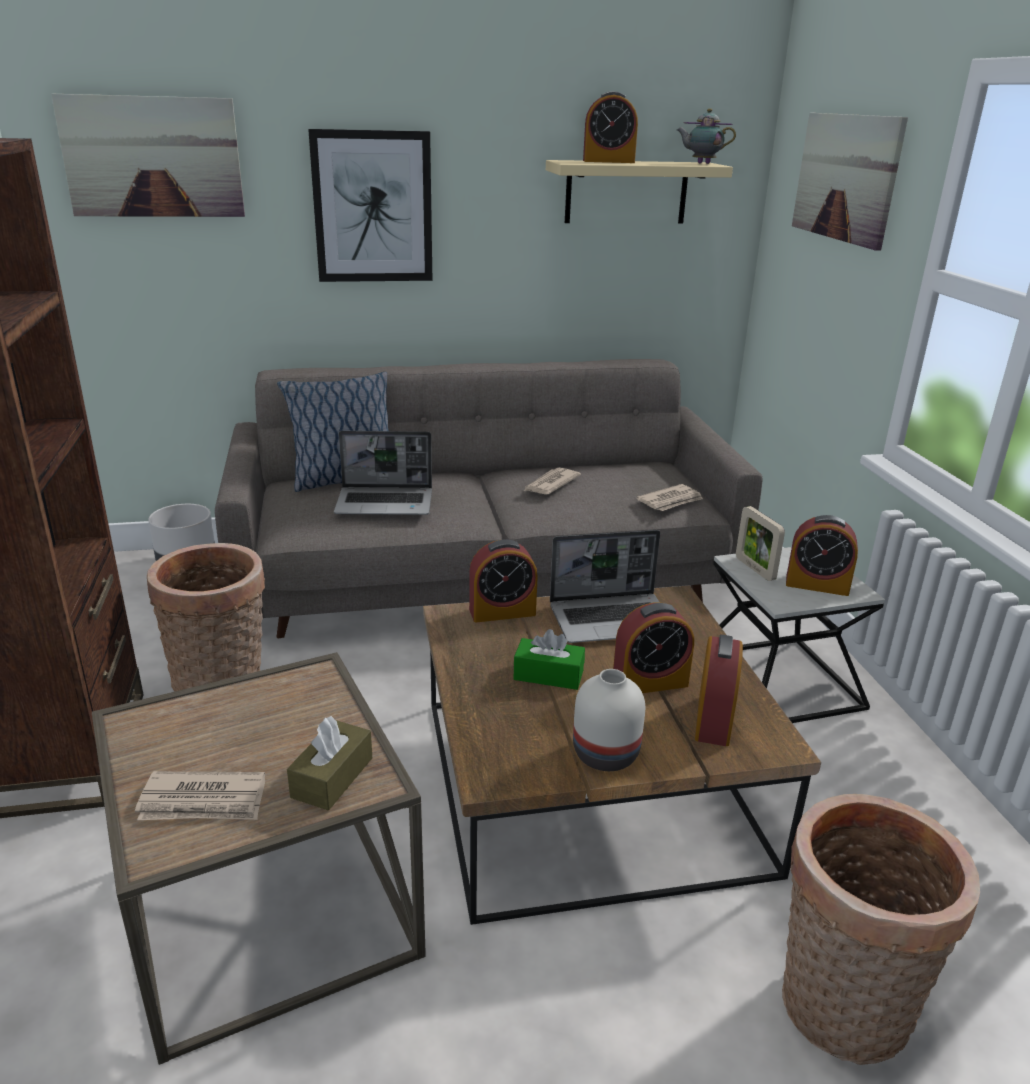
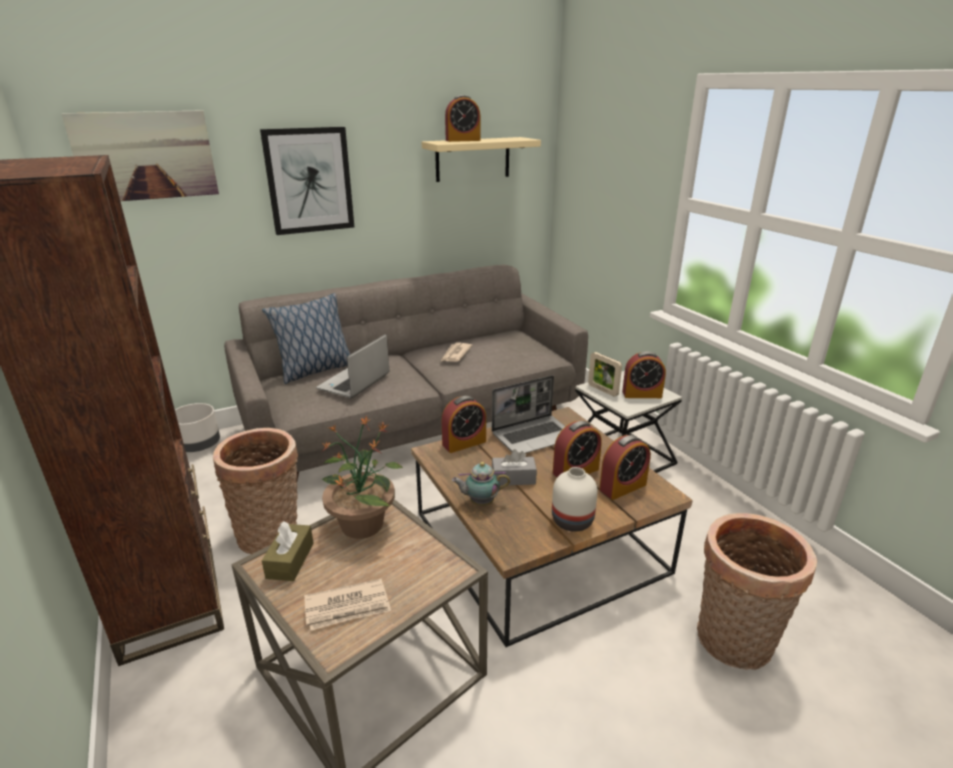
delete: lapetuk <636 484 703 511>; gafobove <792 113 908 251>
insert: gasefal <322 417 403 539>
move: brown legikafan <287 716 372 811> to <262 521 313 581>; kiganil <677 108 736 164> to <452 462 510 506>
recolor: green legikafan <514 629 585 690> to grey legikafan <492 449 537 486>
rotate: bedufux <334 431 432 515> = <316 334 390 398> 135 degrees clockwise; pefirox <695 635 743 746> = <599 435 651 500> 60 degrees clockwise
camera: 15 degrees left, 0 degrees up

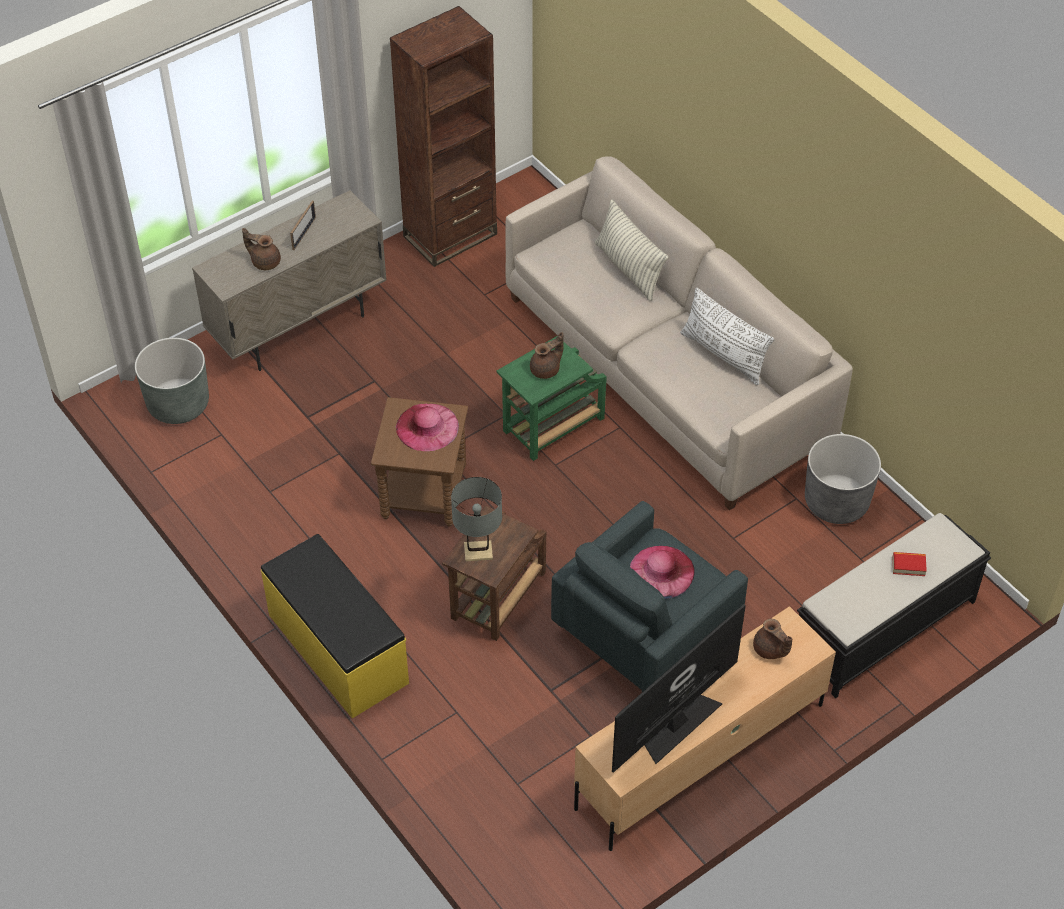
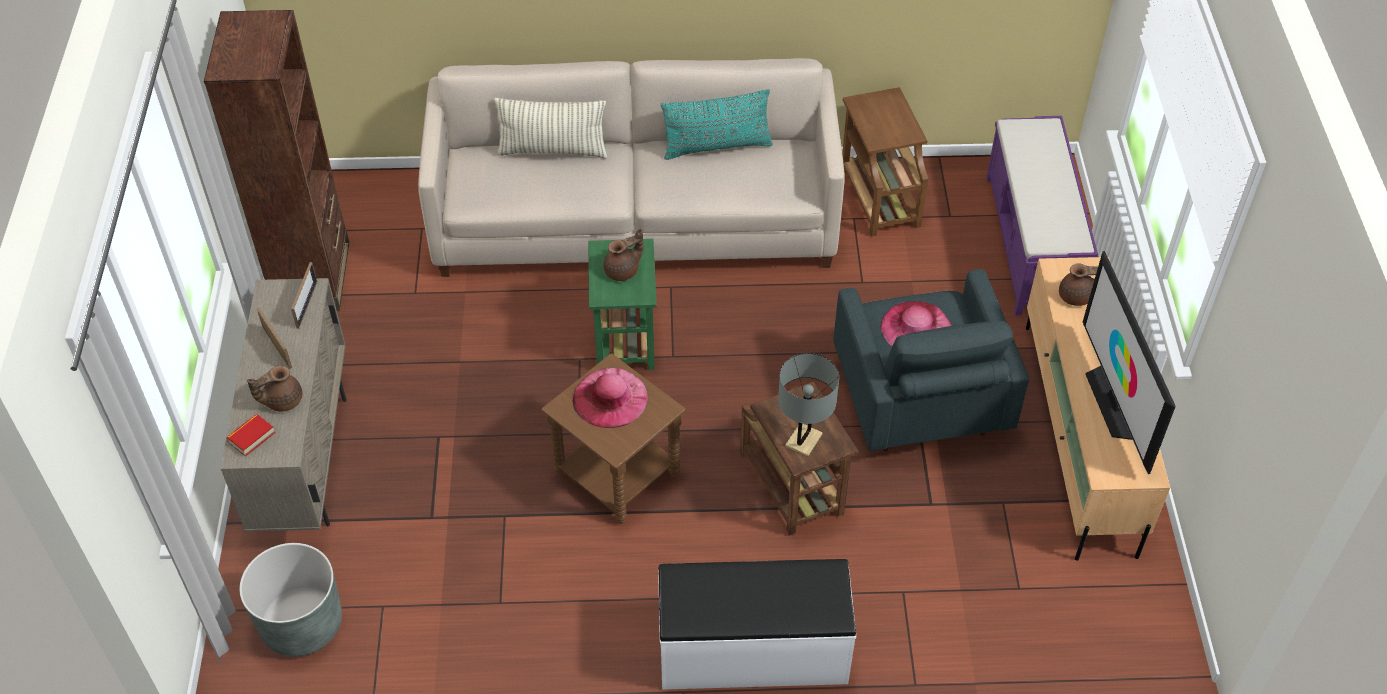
insert: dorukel <291 262 317 329>
move: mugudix <893 552 927 576> to <226 414 275 456>
replace: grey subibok <805 434 881 524> to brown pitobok <842 87 929 237>
recolor: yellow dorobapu <261 534 409 718> to white dorobapu <658 559 856 690>; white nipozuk <680 288 775 385> to turquoise nipozuk <661 89 773 160>; black dorobapu <797 513 991 698> to purple dorobapu <986 116 1098 315>
rotate: brown kiganil <530 332 564 379> = <604 229 643 281> 60 degrees clockwise
camera: 55 degrees left, 0 degrees up

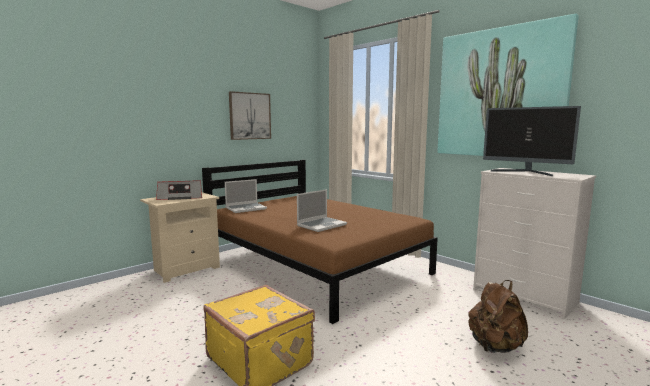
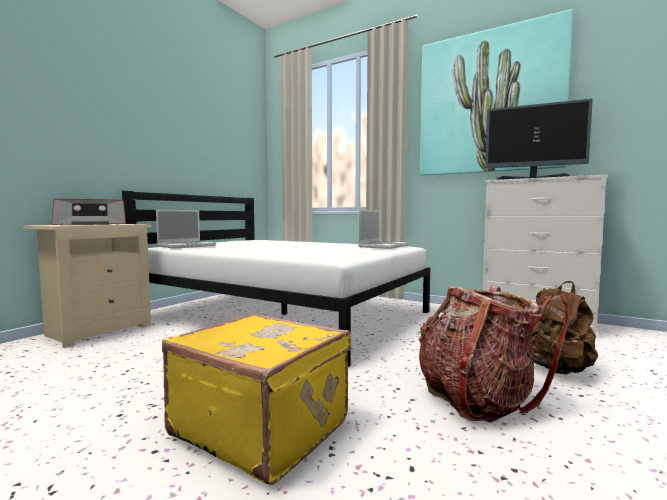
delete: gafobove <229 91 271 140>
insert: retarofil <419 285 570 422>
move: bedufux <297 189 347 232> to <358 210 408 249>
recolor: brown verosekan <202 160 438 324> to white verosekan <122 191 430 367>
camera: 15 degrees left, 5 degrees down

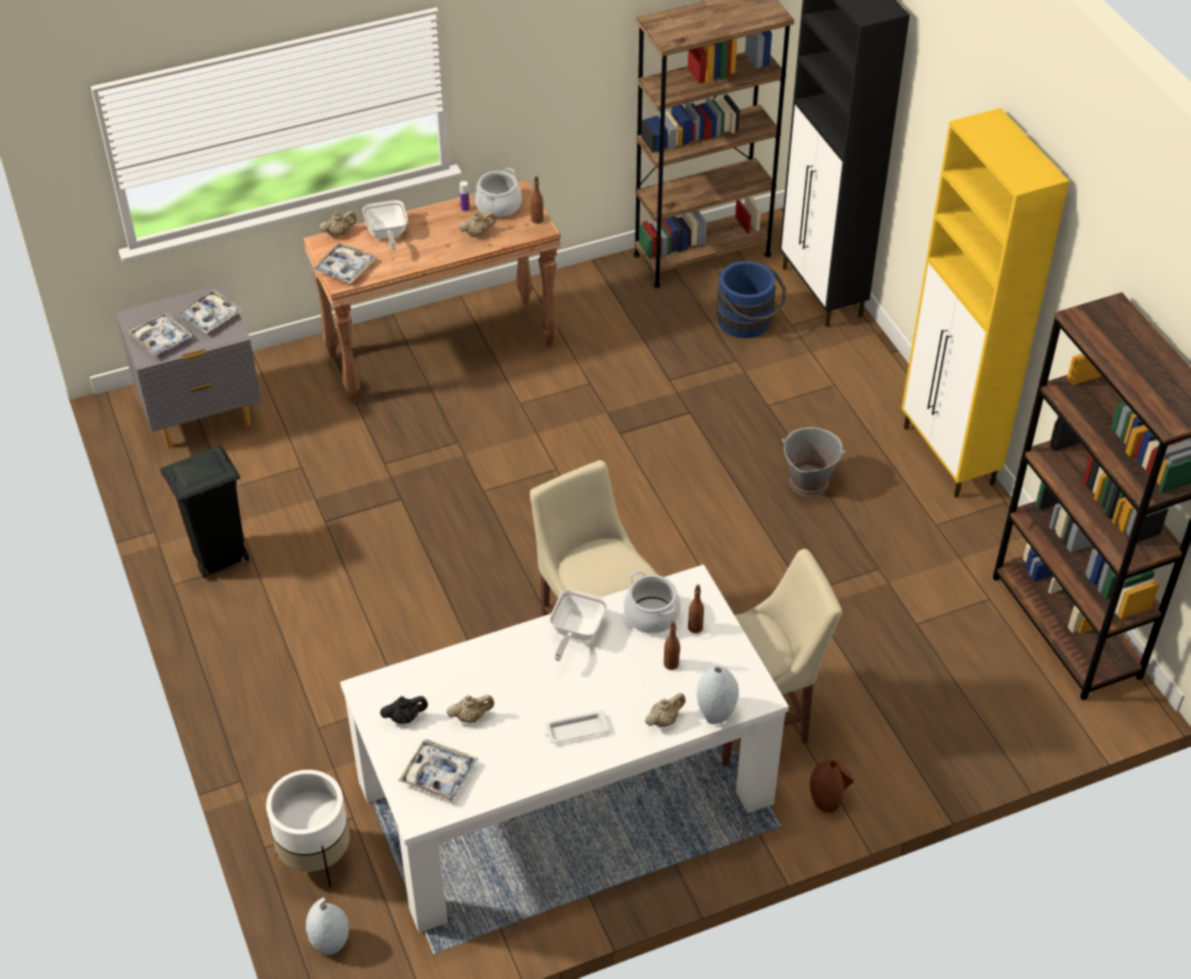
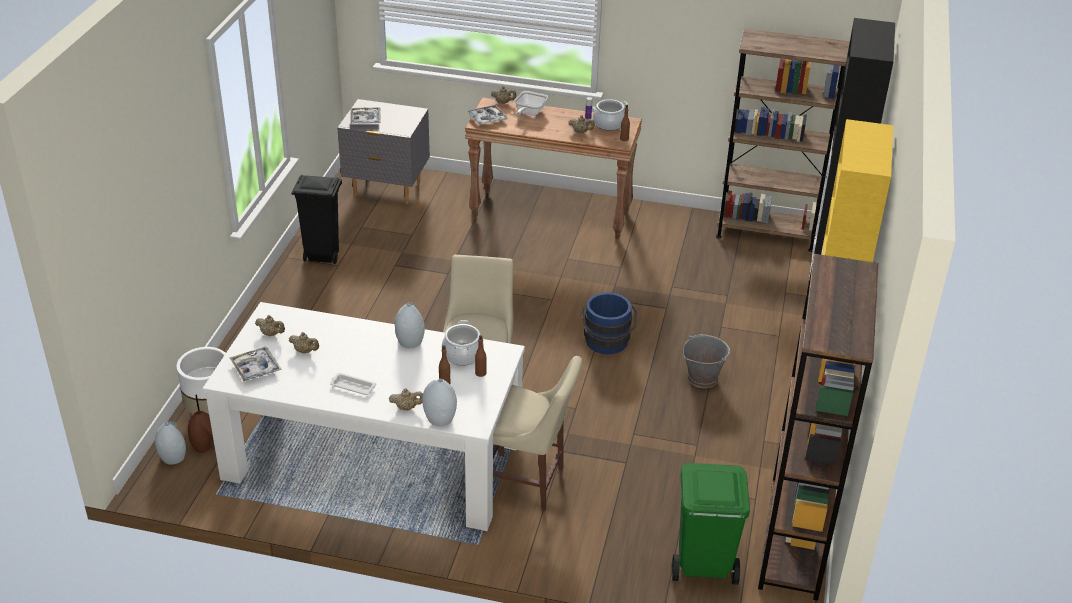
delete: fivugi <177 289 242 334>
insert: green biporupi <672 463 750 585>
move: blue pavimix <716 261 786 338> to <582 292 637 354>; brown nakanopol <810 759 854 813> to <188 411 214 453>
replace: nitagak <549 590 608 661> to grey nakanopol <395 303 425 348>
recolor: black kiganil <380 696 428 724> to beige kiganil <255 315 285 336>
camera: 35 degrees right, 10 degrees down

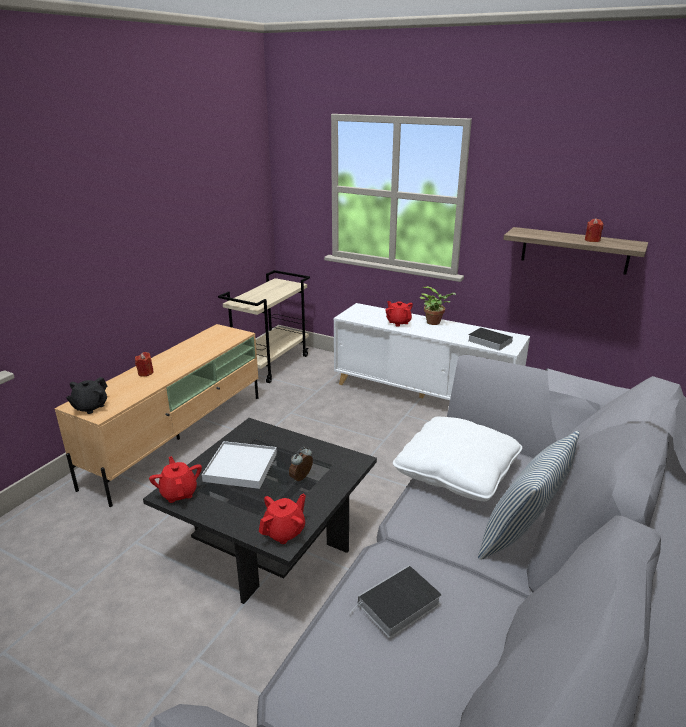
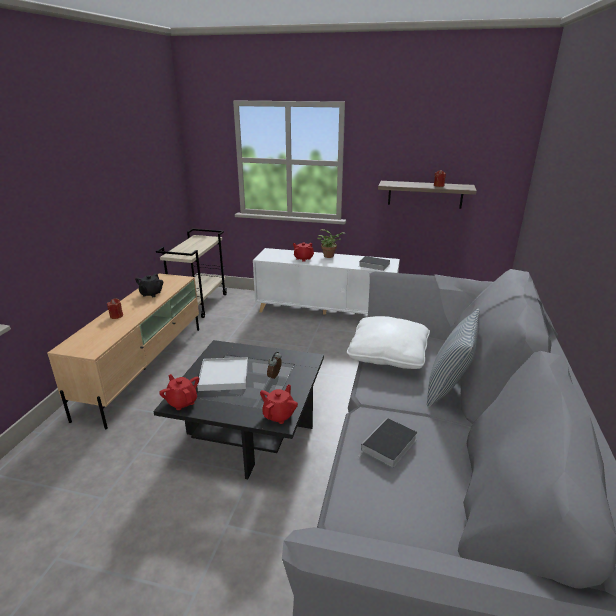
move: black kiganil <66 377 107 414> to <135 274 163 297>
camera: 15 degrees left, 0 degrees up

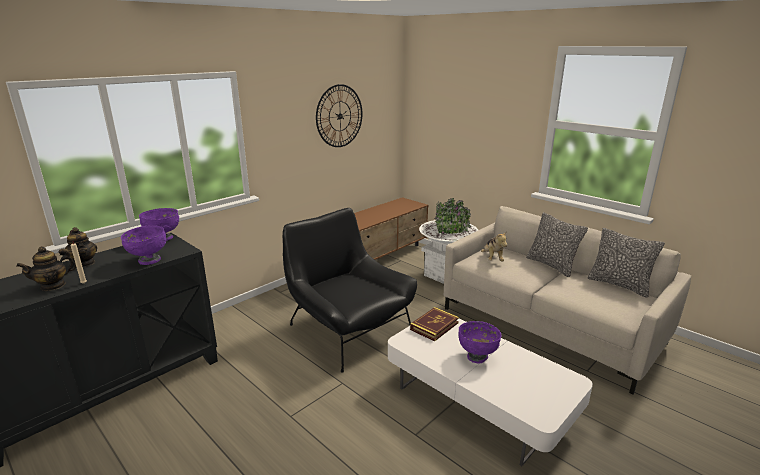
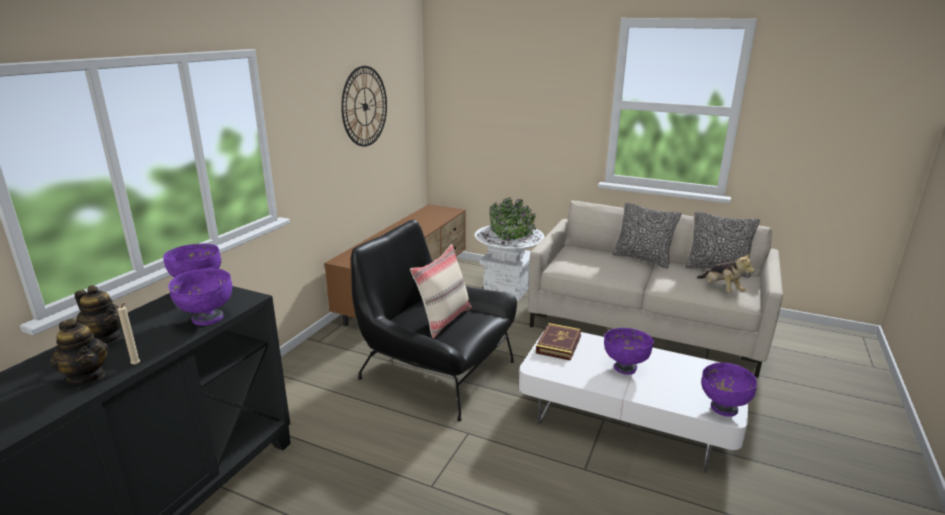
insert: beige nipozuk <410 244 472 338>; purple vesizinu <701 363 757 417>
move: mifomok <481 231 507 261> to <697 254 755 293>
rotate: kiganil <16 246 76 291> = <50 319 109 385> 75 degrees counterclockwise
camera: 20 degrees left, 0 degrees up

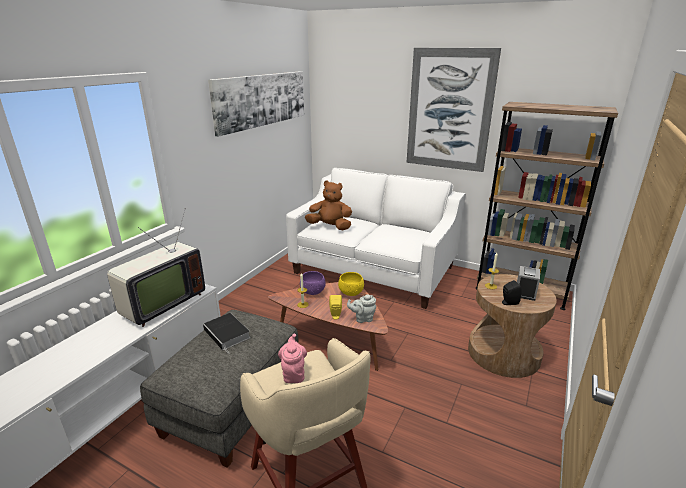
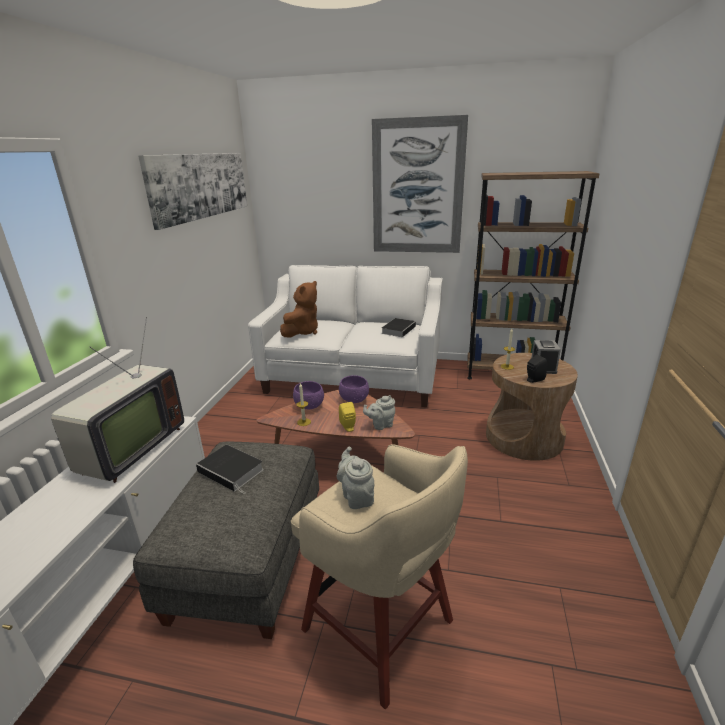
insert: mugudix <381 318 416 337>
recolor: pink kiganil <278 334 307 383> to grey kiganil <337 446 374 509>; yellow vesizinu <338 272 364 296> to purple vesizinu <339 375 369 403>
rotate: brown mifomok <305 181 352 230> = <280 281 318 338> 120 degrees clockwise
camera: 15 degrees left, 0 degrees up

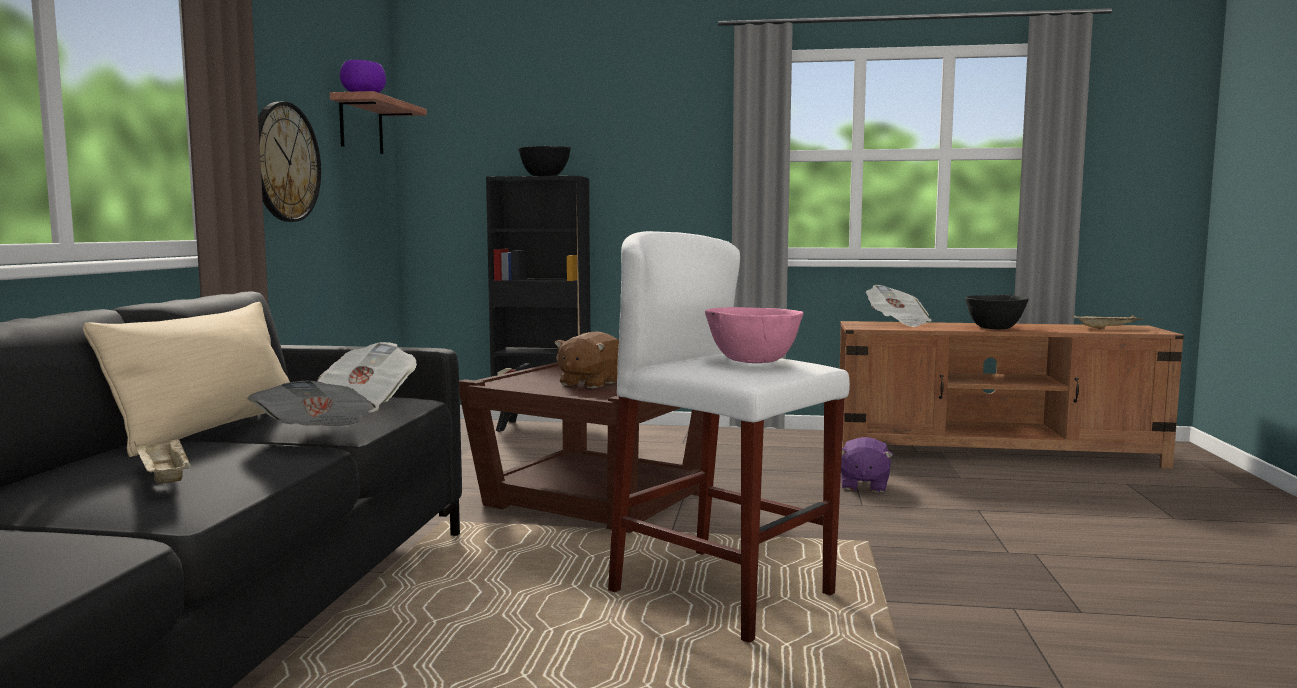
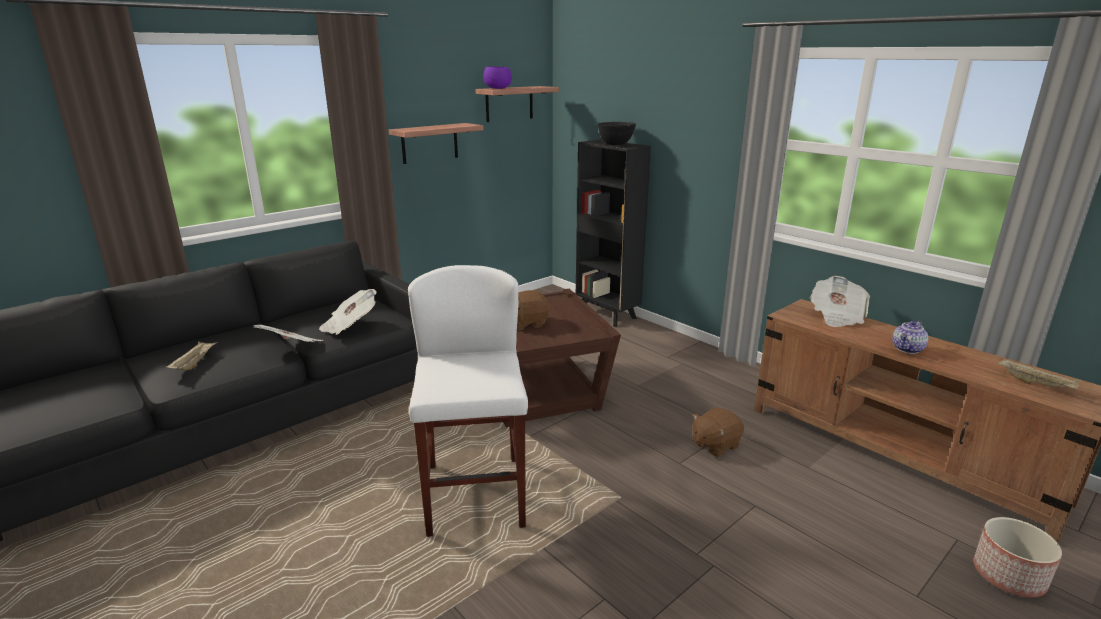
delete: beige nipozuk <83 302 290 457>; pink vesizinu <705 307 804 363>
insert: subibok <974 517 1062 597>
replace: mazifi <258 102 321 222> to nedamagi <389 123 484 164>; black vesizinu <965 295 1029 329> to kiganil <892 321 928 354>
recolor: purple mifomok <841 437 893 493> to brown mifomok <692 408 744 457>
camera: 40 degrees right, 15 degrees up

